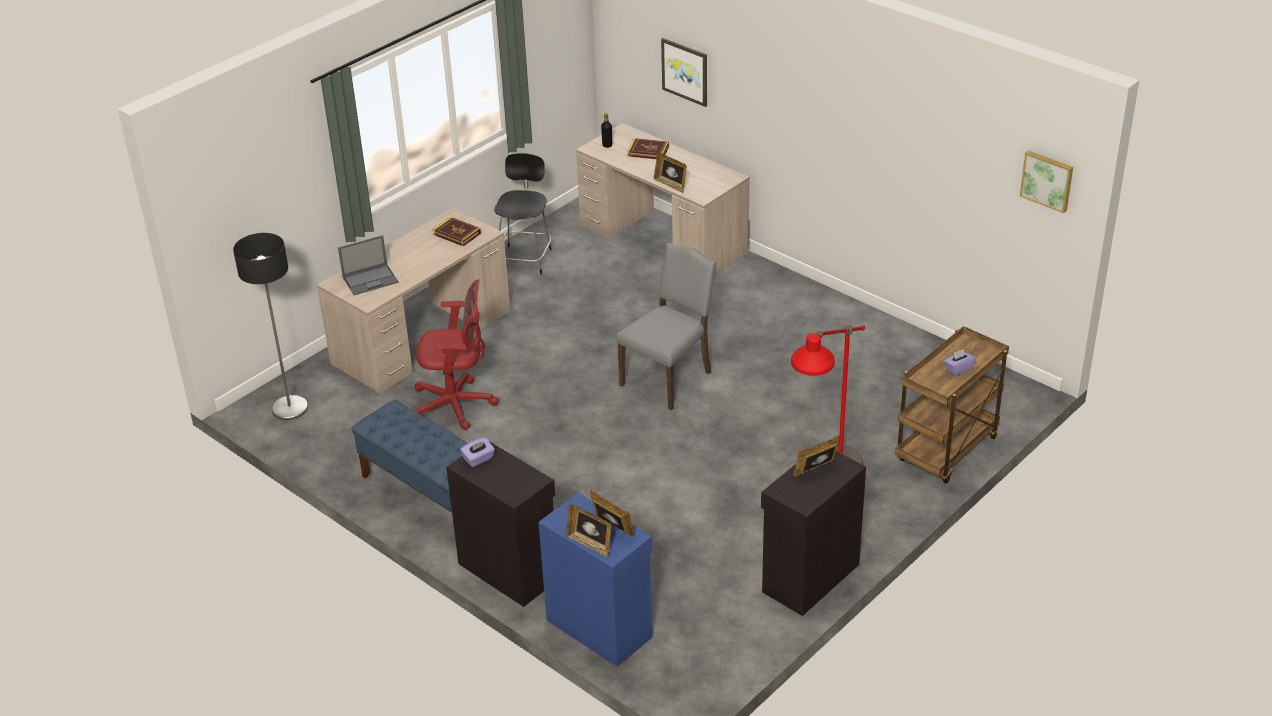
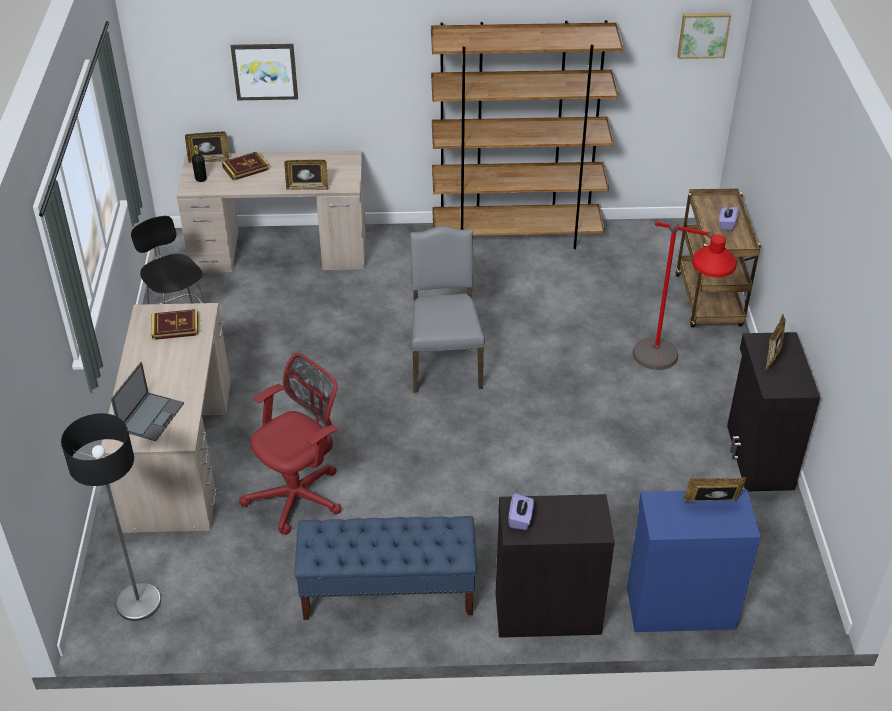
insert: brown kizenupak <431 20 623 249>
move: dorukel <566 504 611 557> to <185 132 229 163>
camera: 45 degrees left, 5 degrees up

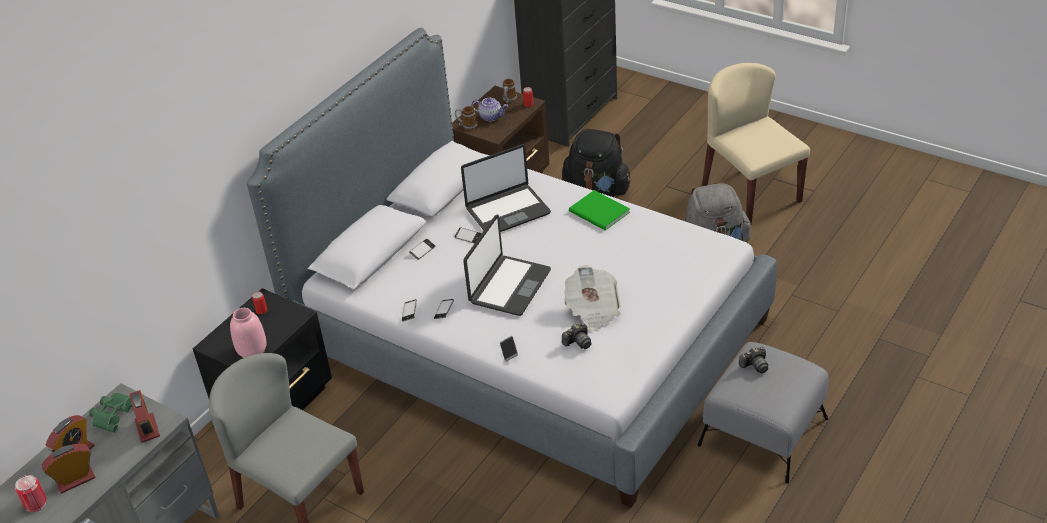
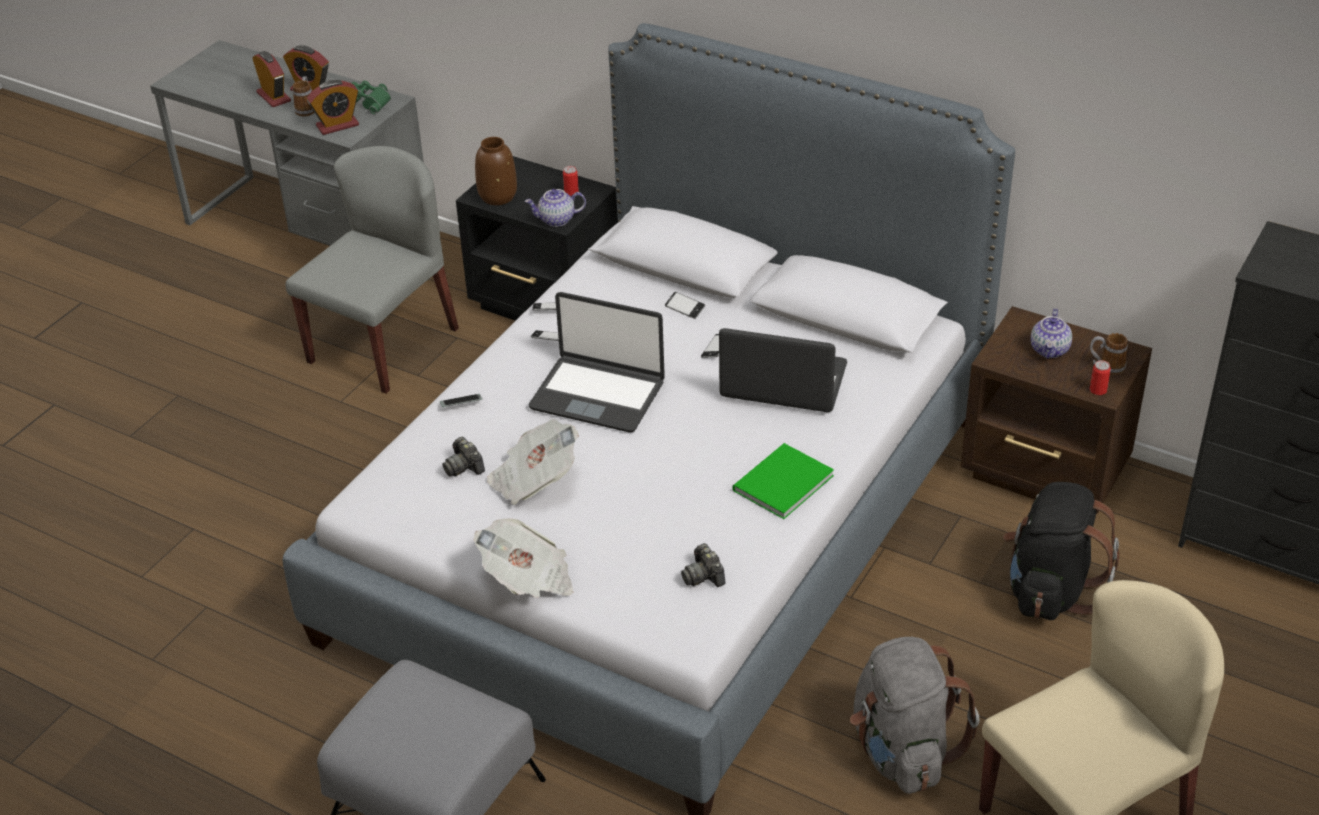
delete: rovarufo <15 475 47 512>
insert: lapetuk <474 518 573 598>; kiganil <525 189 586 227>
move: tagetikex <455 106 478 130> to <293 76 315 116>; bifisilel <739 347 768 373> to <681 543 725 587>
recolor: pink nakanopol <230 308 267 358> to brown nakanopol <475 137 517 205>
rotate: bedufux <461 145 551 232> = <719 328 847 412> 135 degrees clockwise
camera: 85 degrees right, 0 degrees up

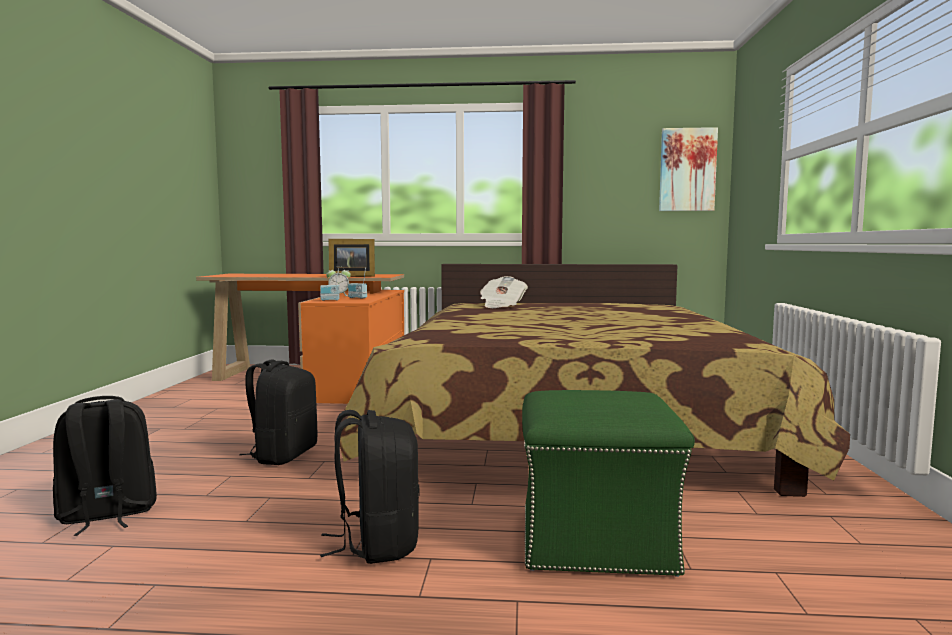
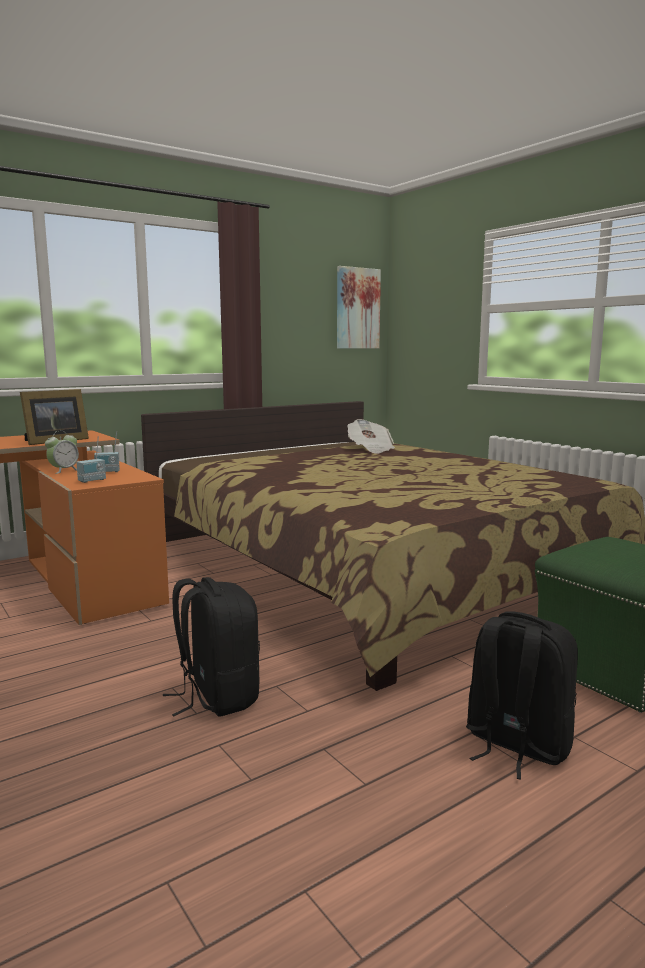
delete: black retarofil <53 396 157 536>
move: lapetuk <480 276 528 308> to <347 419 395 454>
camera: 40 degrees left, 5 degrees up

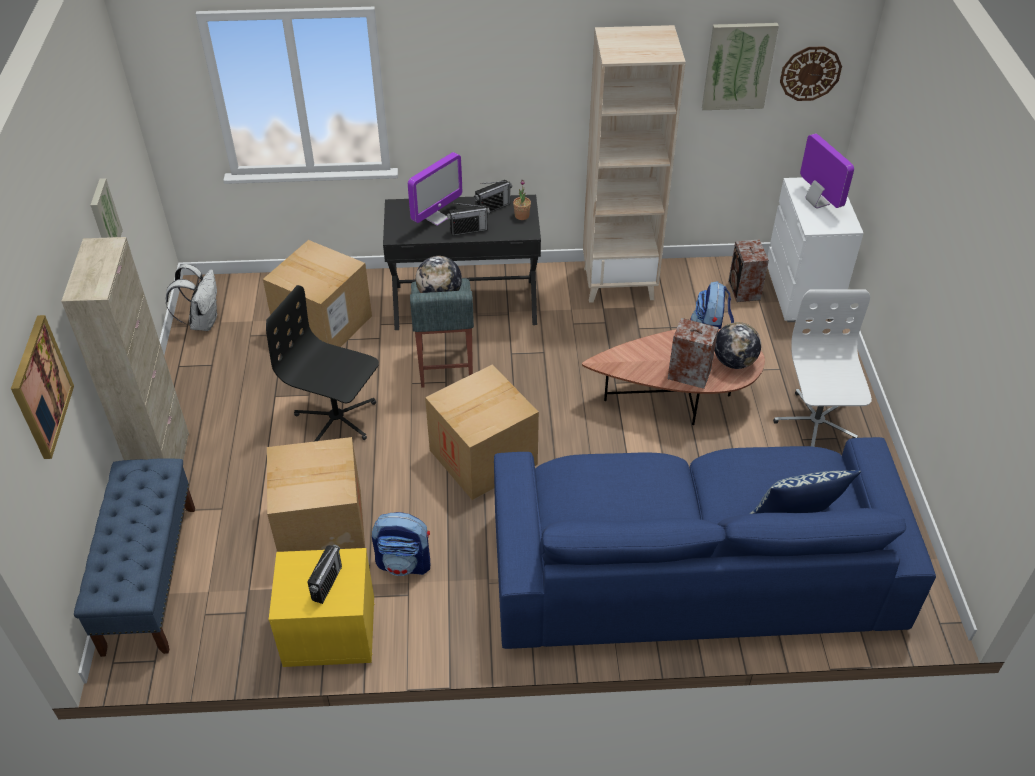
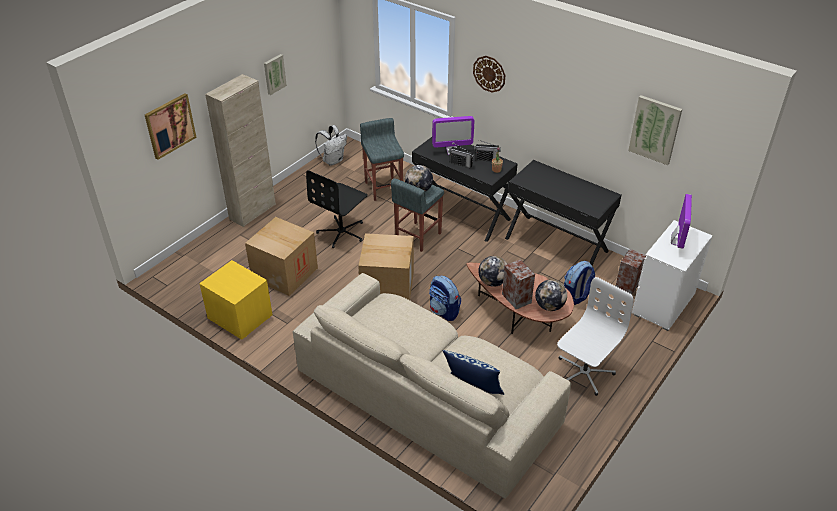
delete: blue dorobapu <74 458 195 657>; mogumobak <307 545 342 604>
insert: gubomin <478 256 507 287>
move: retarofil <372 512 430 576> to <429 276 461 321>; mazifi <780 46 842 101> to <473 56 505 93>
replace: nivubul <263 240 372 347> to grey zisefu <360 118 404 201>; beige kizenupak <583 25 686 303> to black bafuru <505 160 622 265>
recolor: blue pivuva <494 437 936 649> to beige pivuva <293 273 571 498>
rotate: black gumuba <266 285 379 441> = <306 170 368 248> 120 degrees counterclockwise
camera: 40 degrees right, 5 degrees down

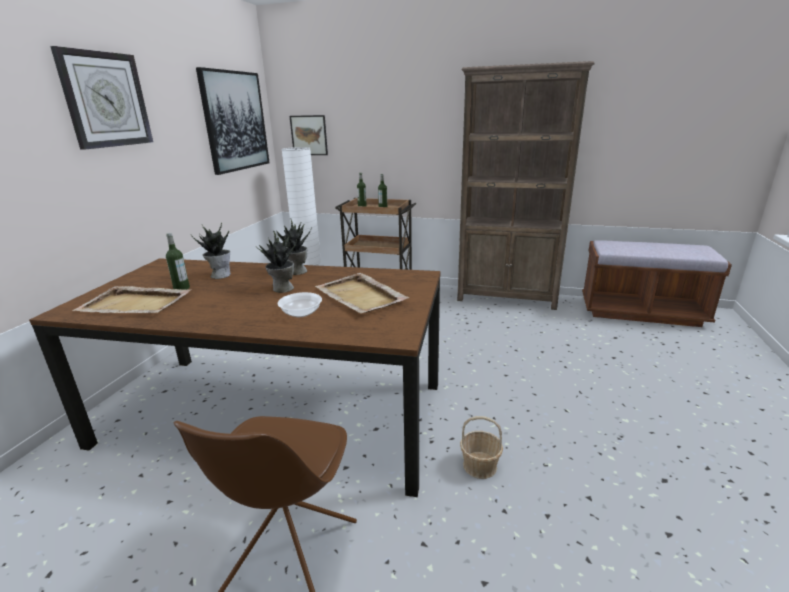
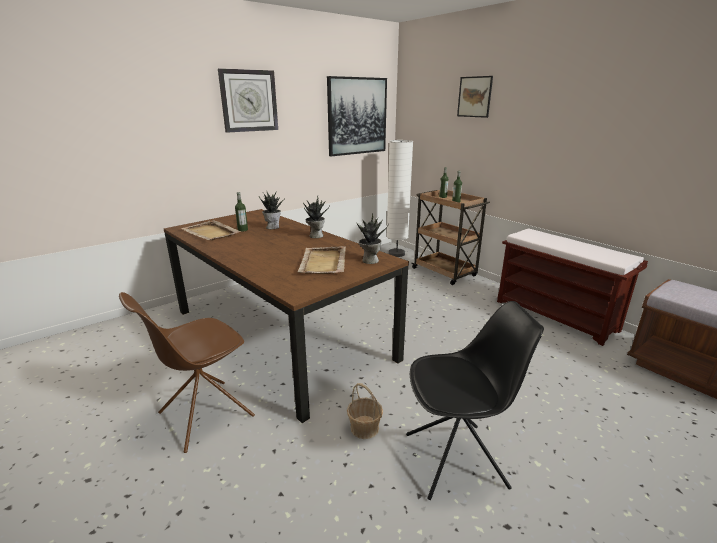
delete: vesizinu <278 292 322 317>
insert: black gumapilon <406 301 544 500>
move: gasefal <258 231 297 293> to <356 213 389 264>; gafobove <290 115 328 155> to <457 76 493 118>
replace: brown kizenupak <457 61 595 310> to brown dorobapu <497 228 648 346>
camera: 35 degrees right, 0 degrees up

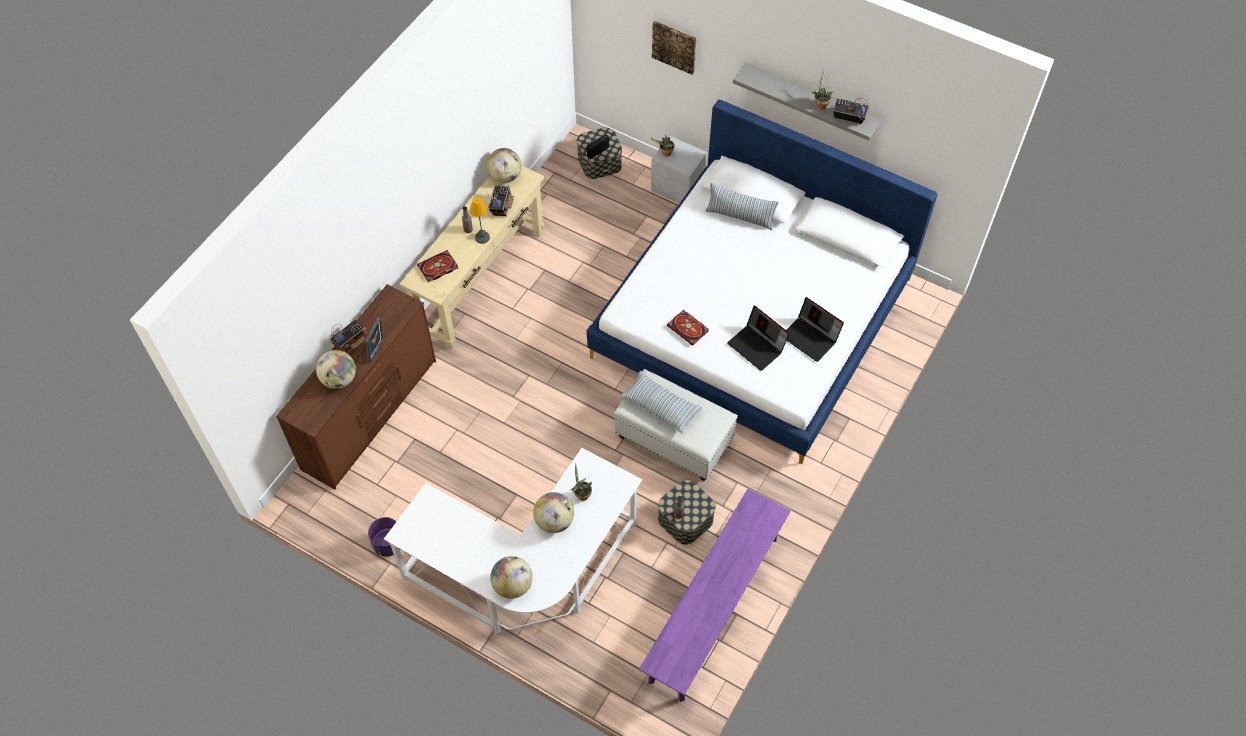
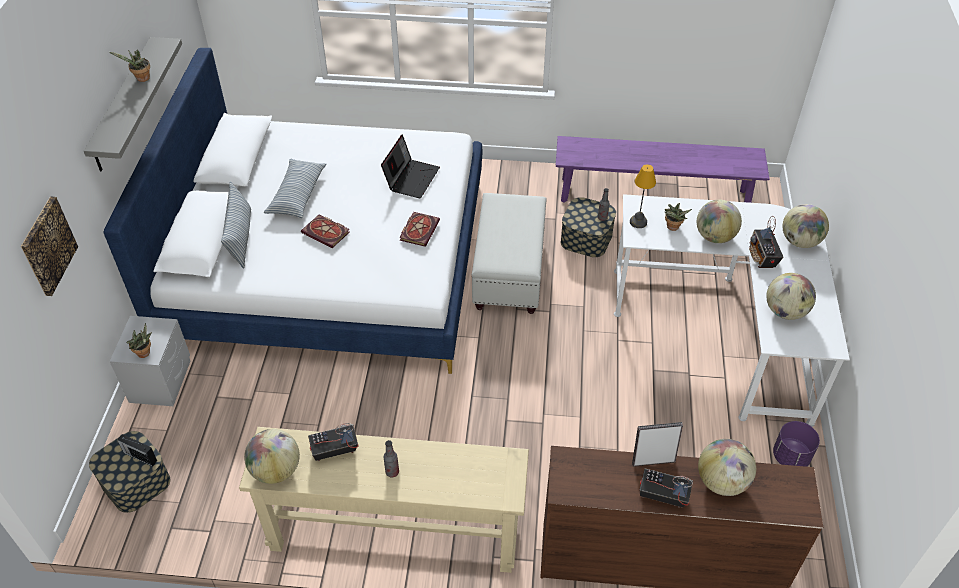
delete: bedufux <786 297 844 362>
insert: gubomin <766 273 816 320>
move: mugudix <417 250 458 282> to <301 214 350 248>; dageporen <470 197 490 244> to <630 164 656 228>; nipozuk <620 371 703 434> to <264 159 326 218>; mogumobak <833 98 869 125> to <749 216 783 268>
camera: 115 degrees left, 10 degrees down

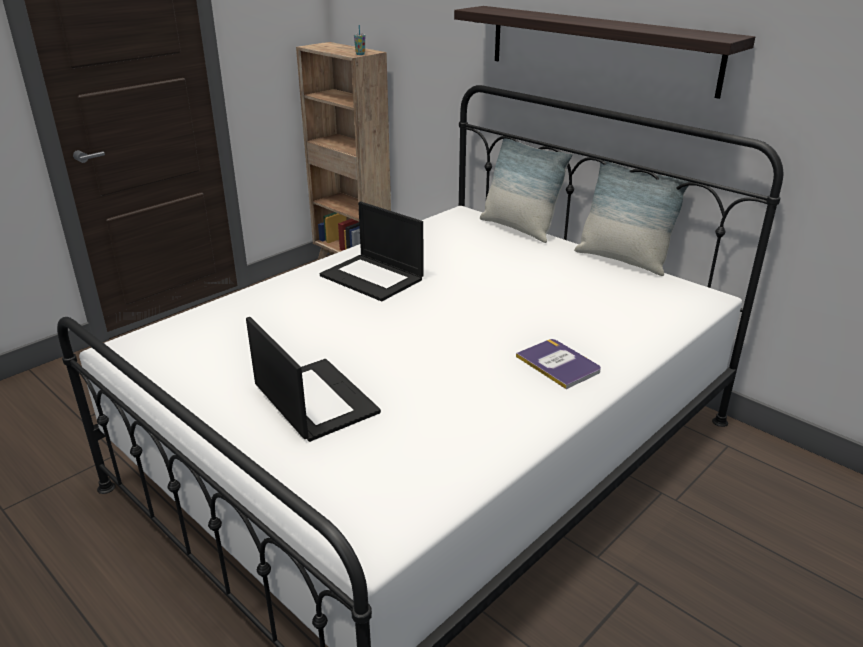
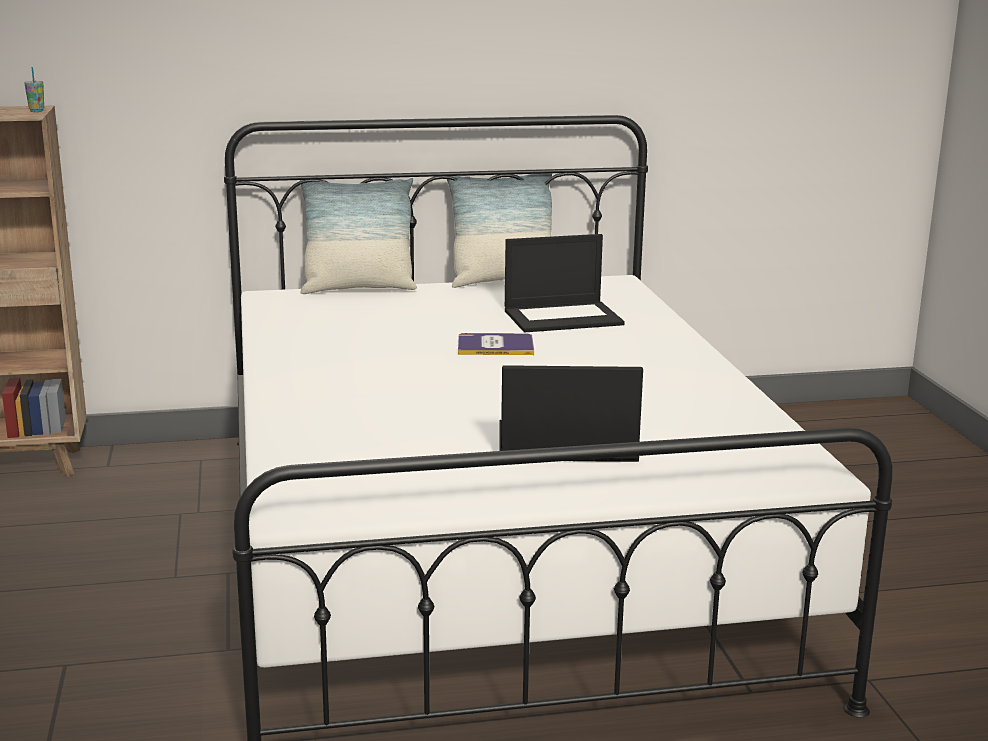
delete: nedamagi <454 6 755 99>
move: bedufux <320 201 424 301> to <505 234 625 332>; mugudix <516 339 601 389> to <458 333 534 355>
camera: 55 degrees left, 10 degrees down

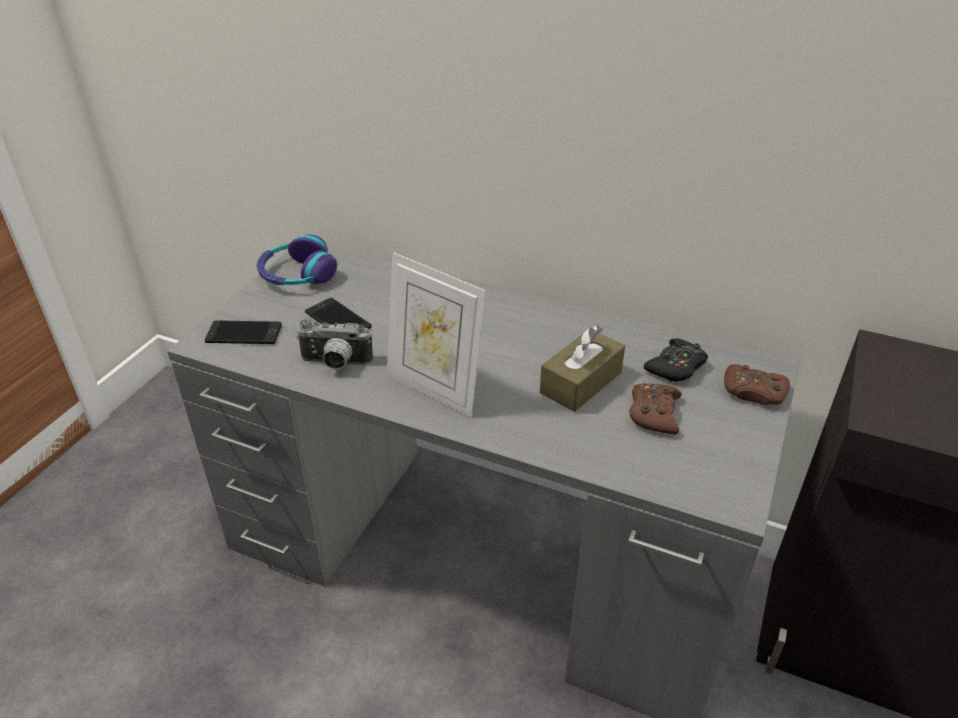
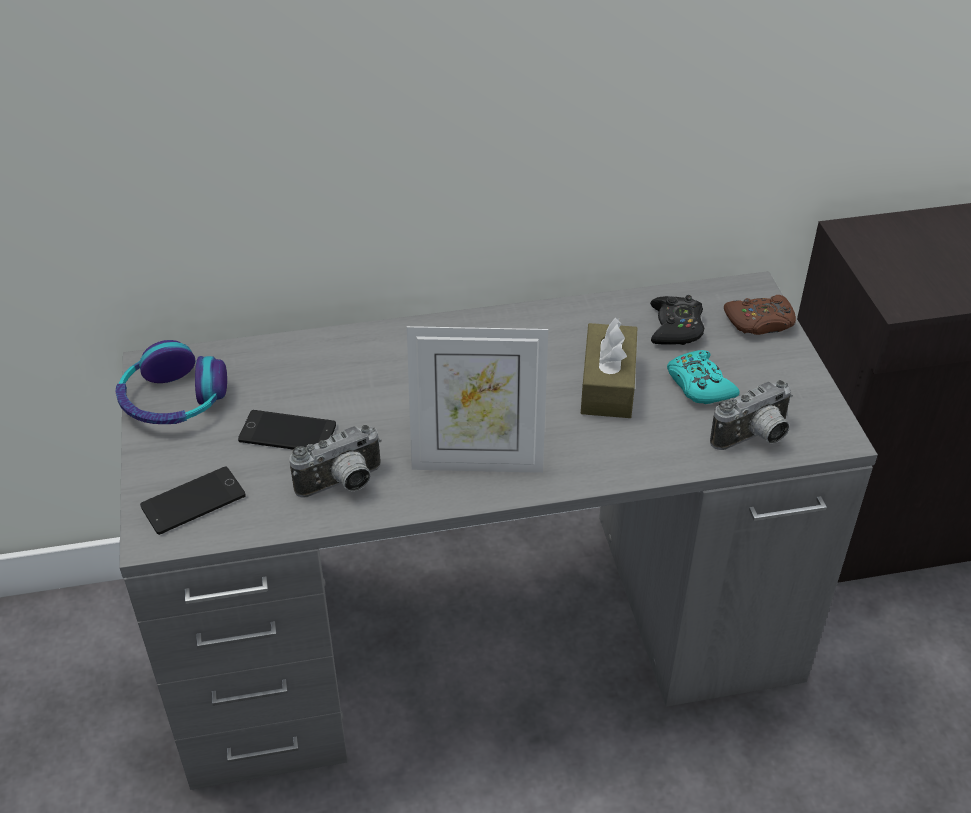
insert: bifisilel <710 380 793 450>
recolor: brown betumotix <629 383 682 434> to turquoise betumotix <667 350 740 404>
camera: 35 degrees left, 5 degrees up

